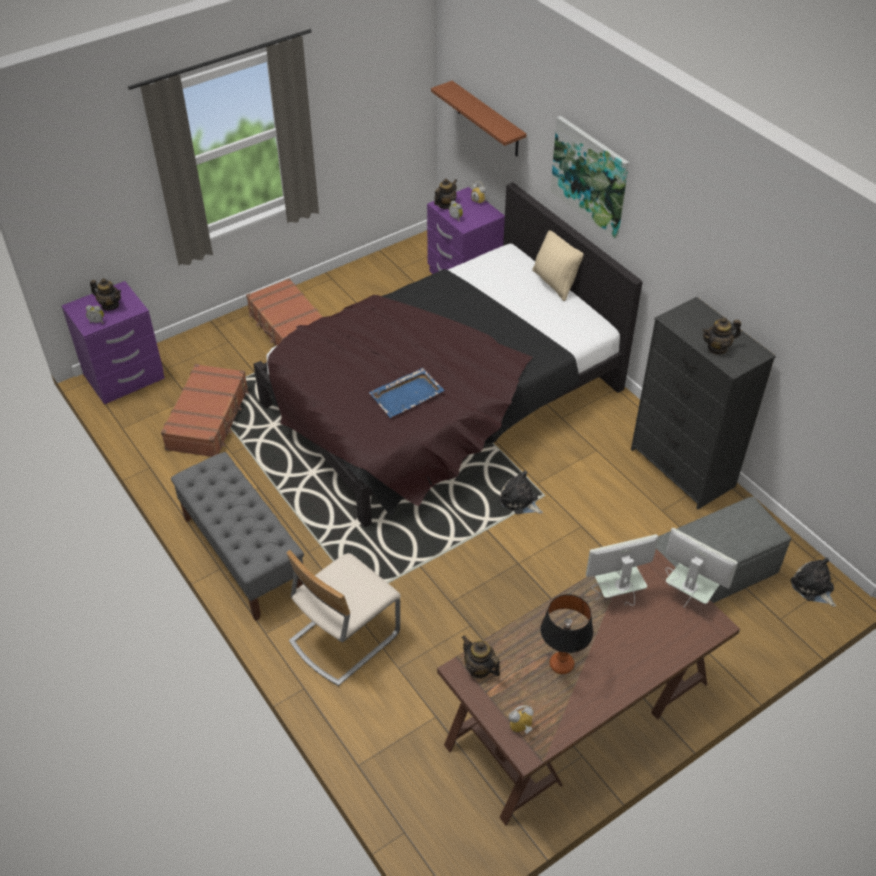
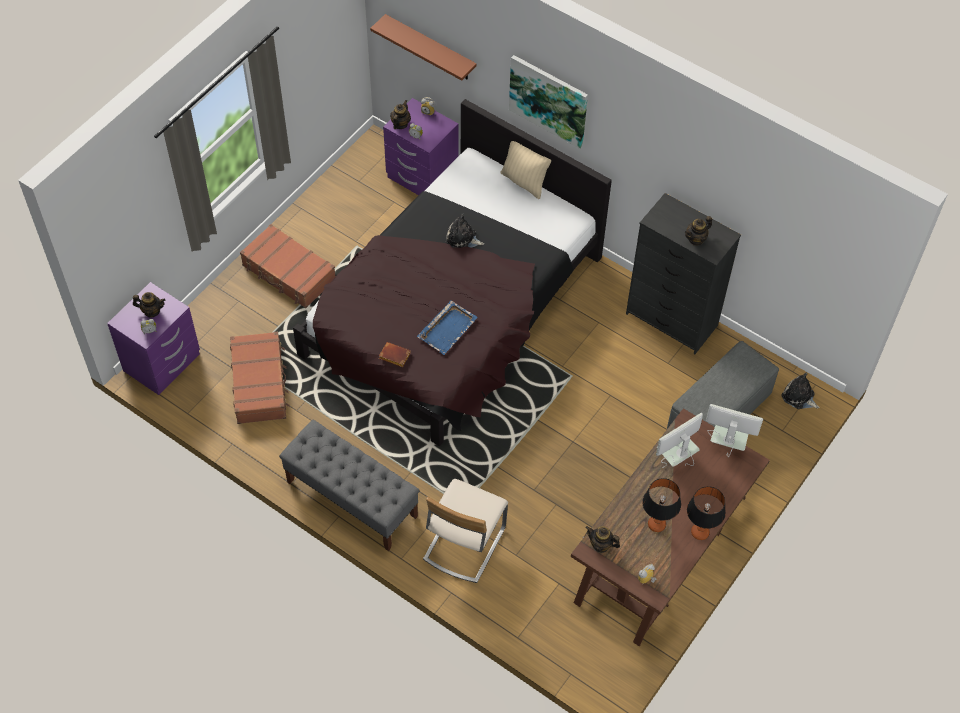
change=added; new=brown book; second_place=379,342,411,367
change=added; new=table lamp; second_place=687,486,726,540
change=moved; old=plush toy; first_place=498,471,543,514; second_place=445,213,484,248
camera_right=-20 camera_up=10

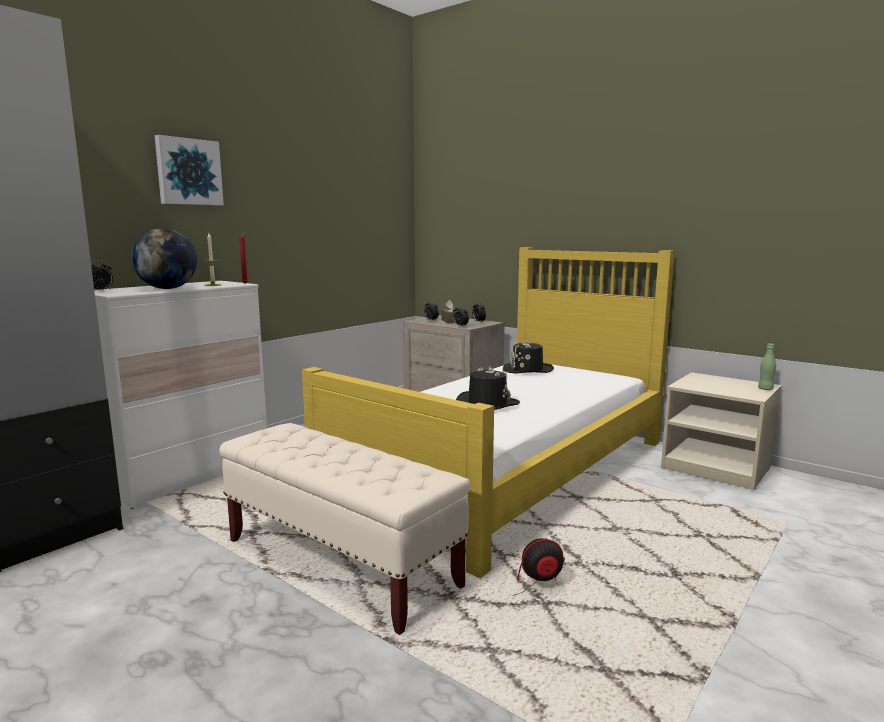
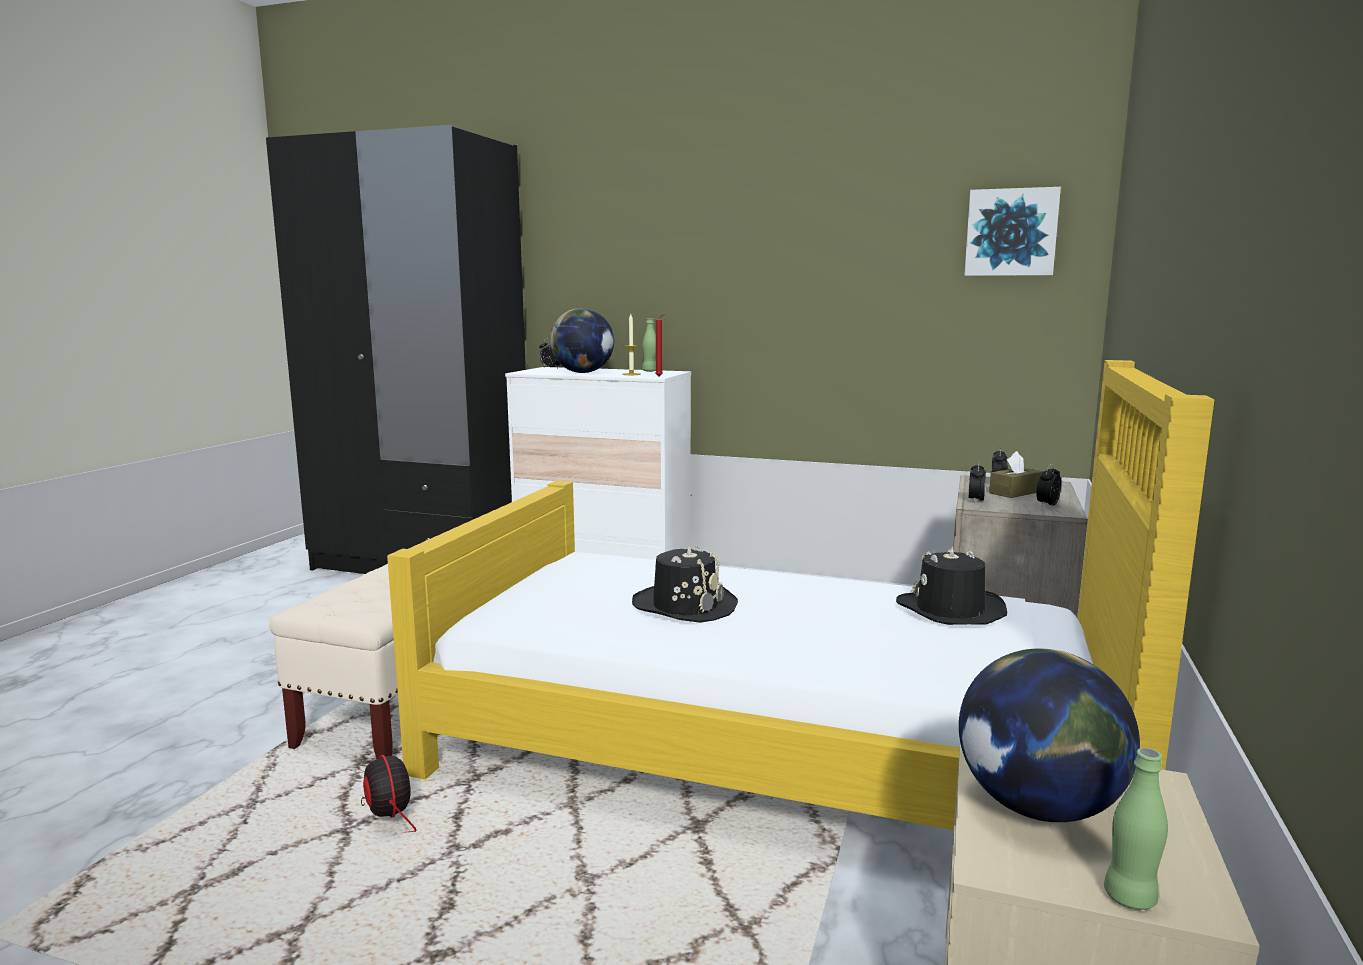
change=added; new=green bottle; second_place=642,318,656,372
change=added; new=globe; second_place=959,648,1140,822
change=moved; old=picture; first_place=155,135,224,206; second_place=964,187,1061,276
camera_right=70 camera_up=0

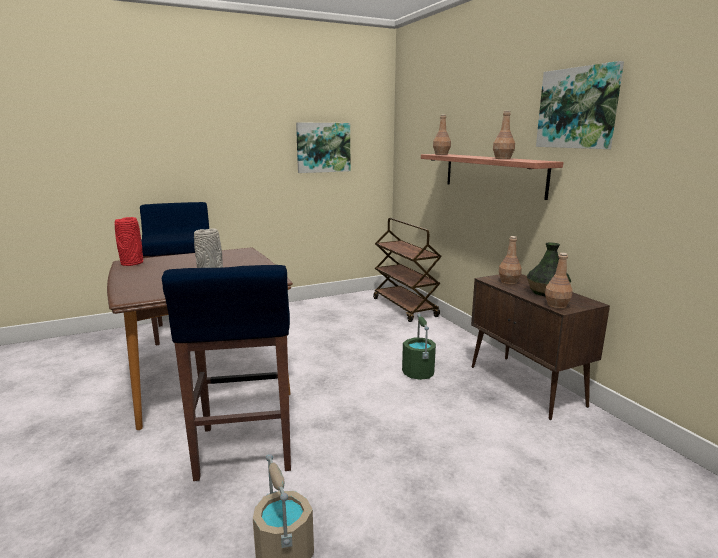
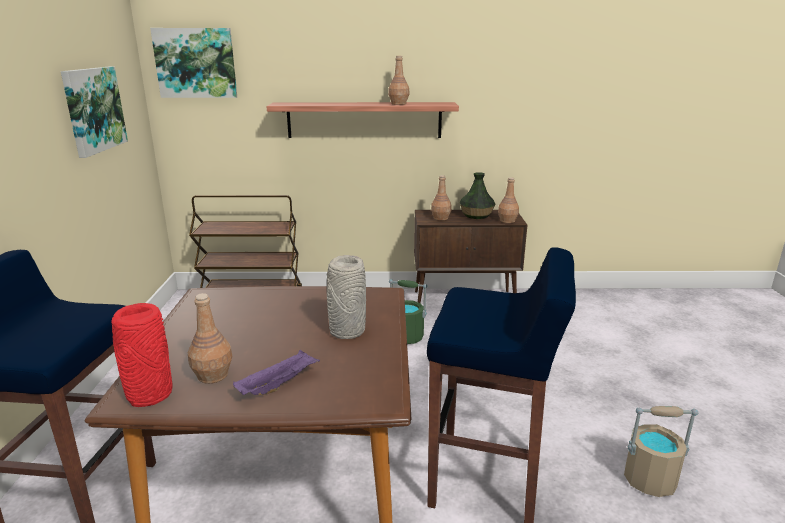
change=added; new=purple tray; second_place=233,350,320,395
change=moved; old=brown bottle; first_place=433,114,451,155; second_place=188,293,233,384
change=moved; old=picture; first_place=536,61,624,149; second_place=150,28,237,98
camera_right=-65 camera_up=5

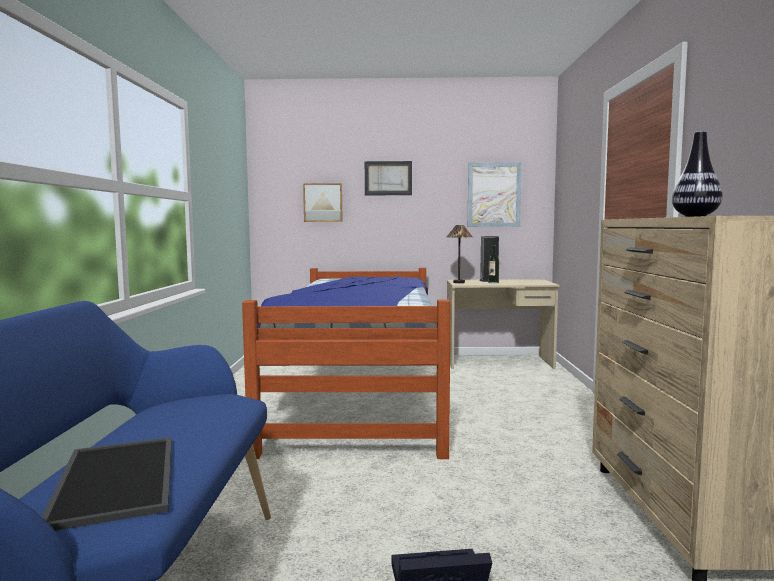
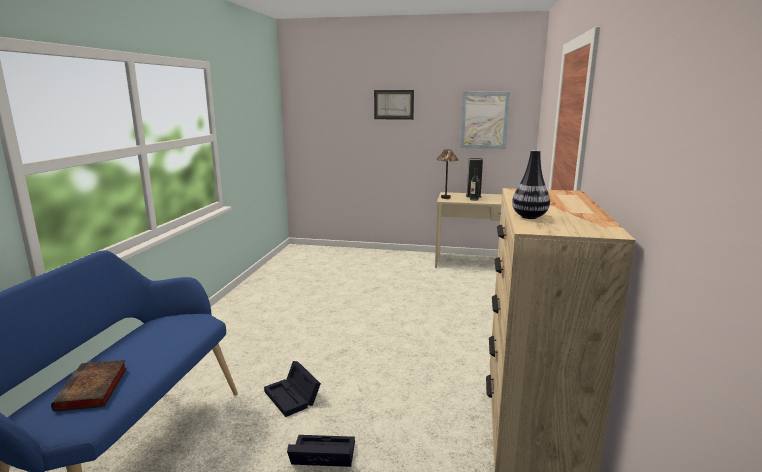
change=removed; old=bed; first_place=242,268,451,459
change=removed; old=picture; first_place=303,183,343,222
change=added; new=black storage box; second_place=264,361,321,417
change=replaced; old=tray; new=book; first_place=42,437,172,531; second_place=51,360,127,412
camera_right=10 camera_up=10

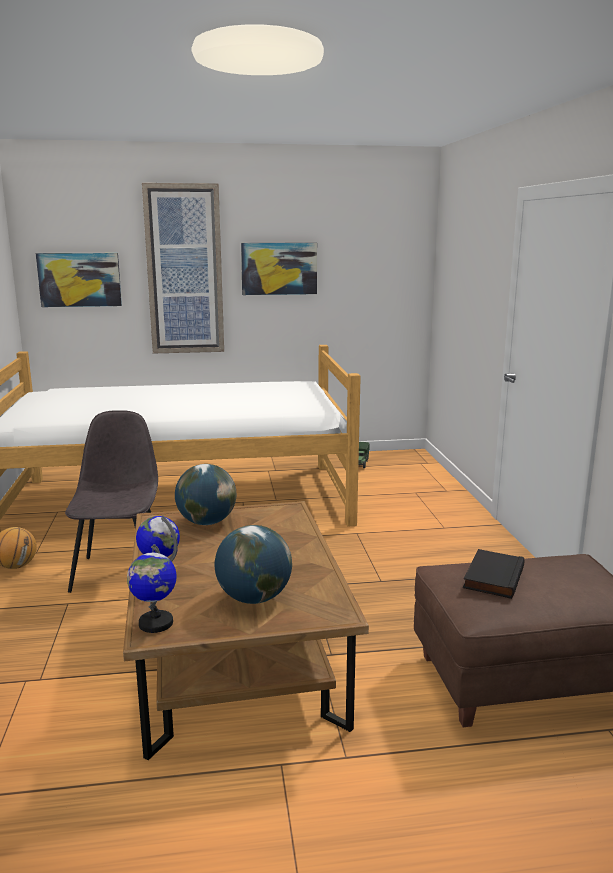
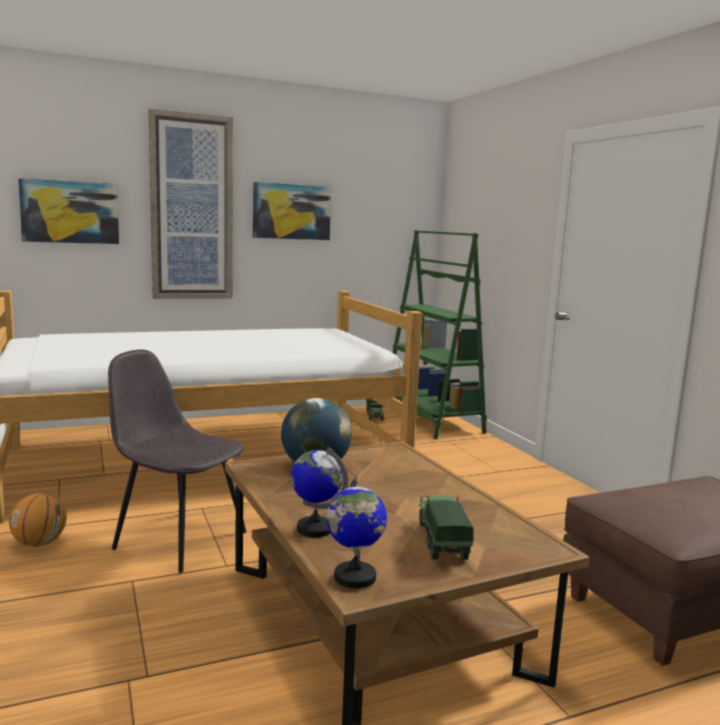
change=removed; old=black book; first_place=463,549,525,599
change=added; new=green bookcase; second_place=383,230,487,439
change=replaced; old=globe; new=toy truck; first_place=215,525,292,604; second_place=419,495,473,560
change=turned; old=grey chair; first_place=65,410,158,593; second_place=108,349,246,573; degrees=-45
camera_right=-15 camera_up=-5

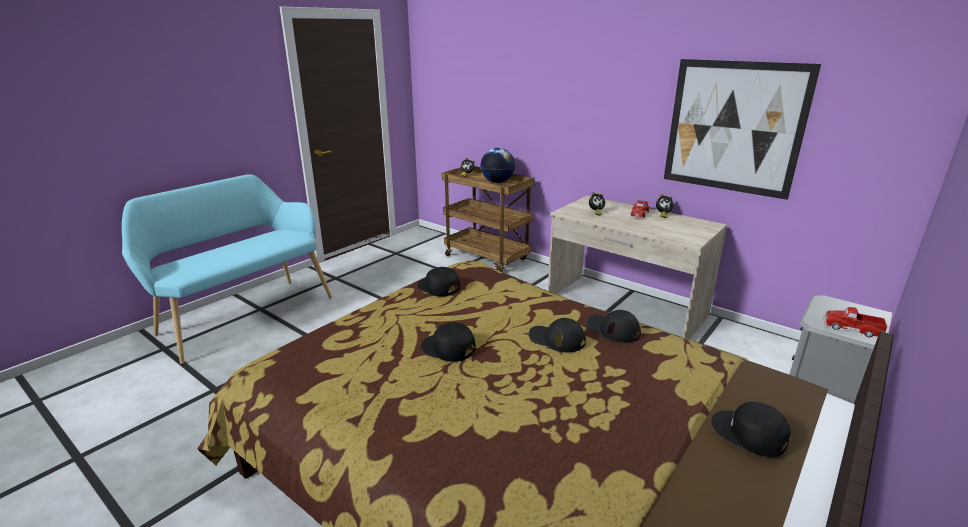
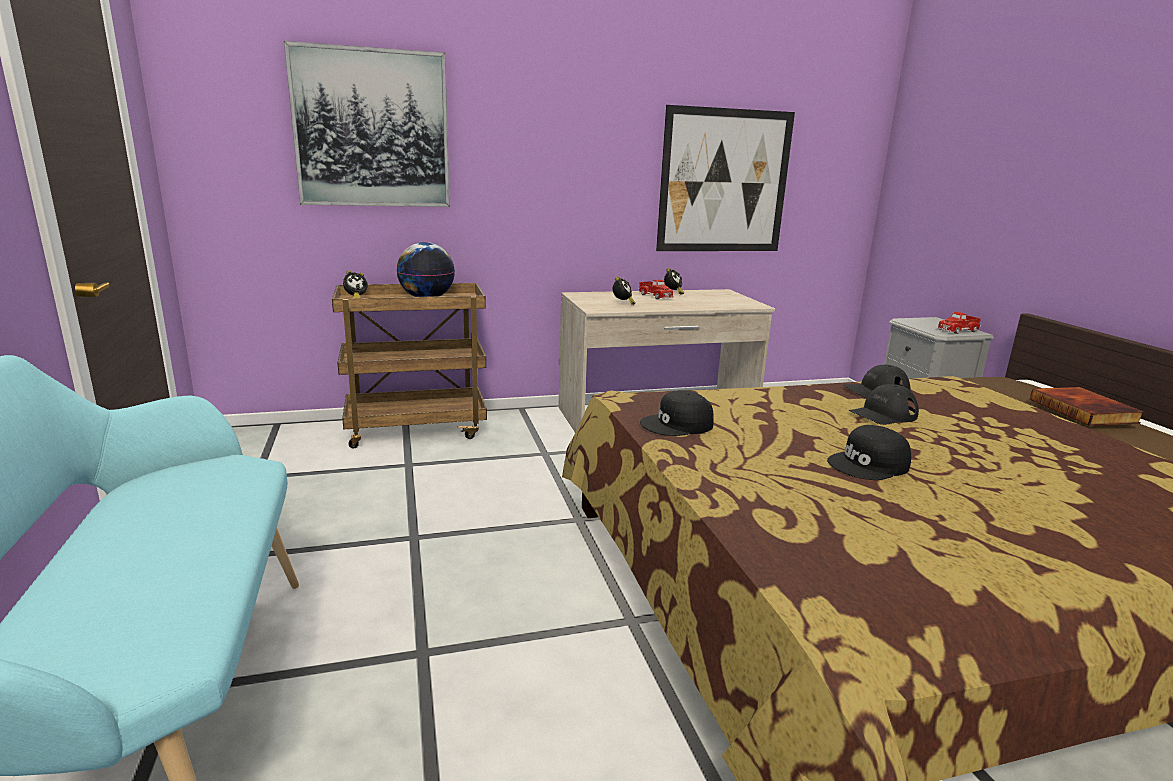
change=added; new=picture; second_place=284,41,450,207
change=replaced; old=black cap; new=book; first_place=711,402,791,457; second_place=1029,387,1144,426
camera_right=-55 camera_up=-5

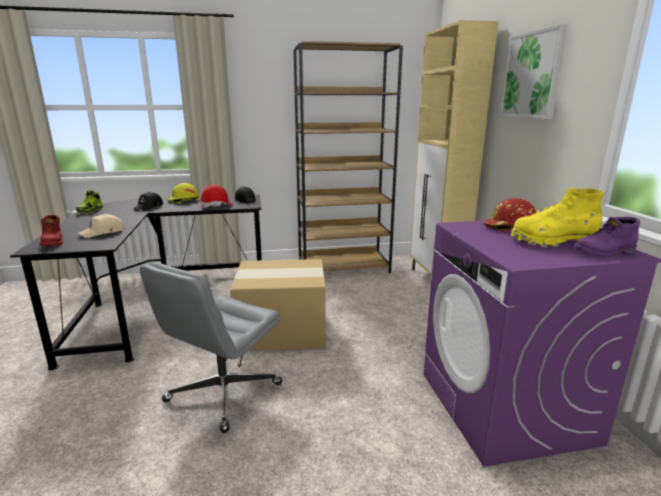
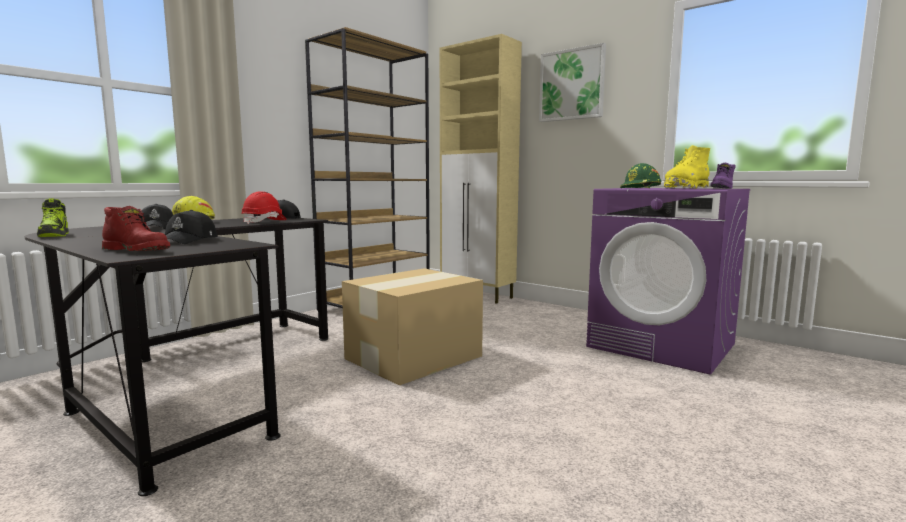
change=removed; old=grey office chair; first_place=140,262,282,433
change=recoloured; old=beige cap; new=black cap; first_place=78,214,125,238; second_place=165,210,217,244
change=recoloured; old=red hard hat; new=green hard hat; first_place=483,198,536,233; second_place=620,163,661,188
camera_right=-40 camera_up=-10

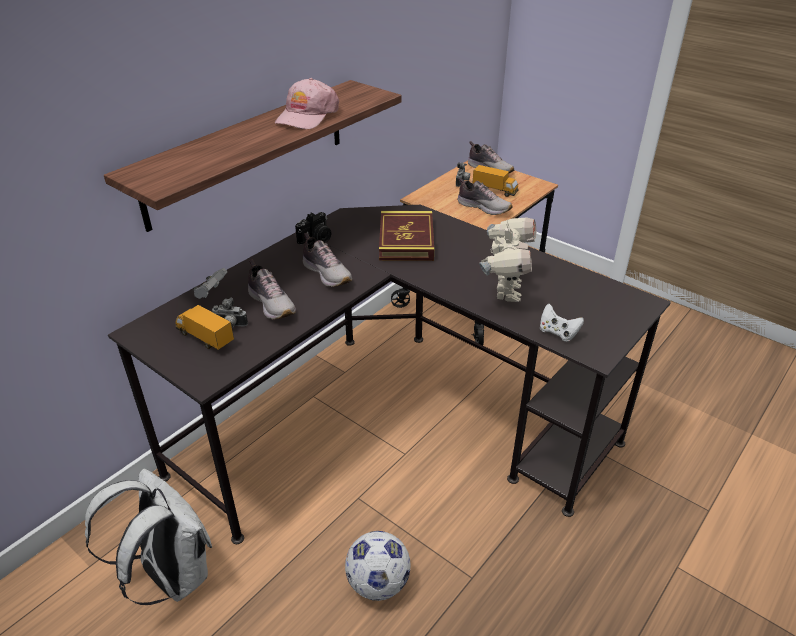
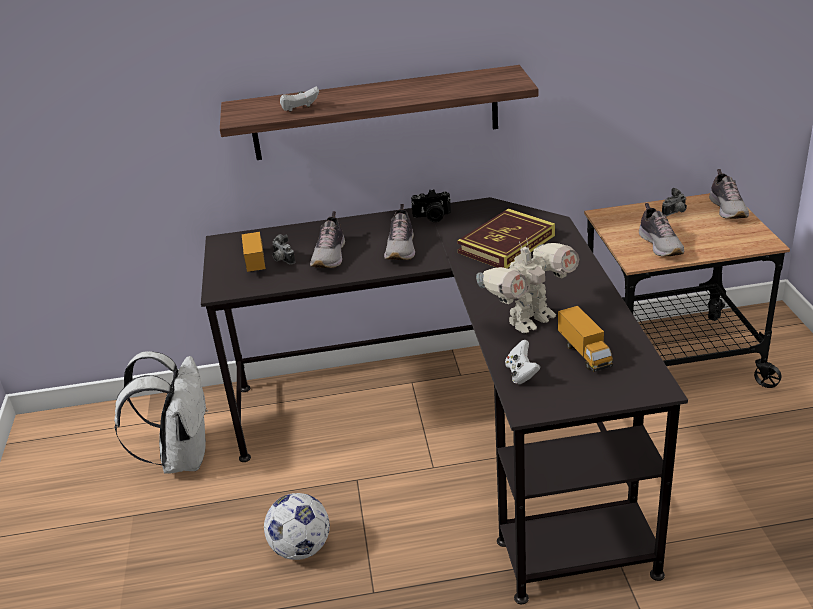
change=removed; old=pink cap; first_place=275,78,339,129
change=moved; old=white game controller; first_place=193,268,227,299; second_place=280,87,319,112
change=moved; old=toy truck; first_place=473,165,519,197; second_place=558,306,613,372
camera_right=45 camera_up=-5

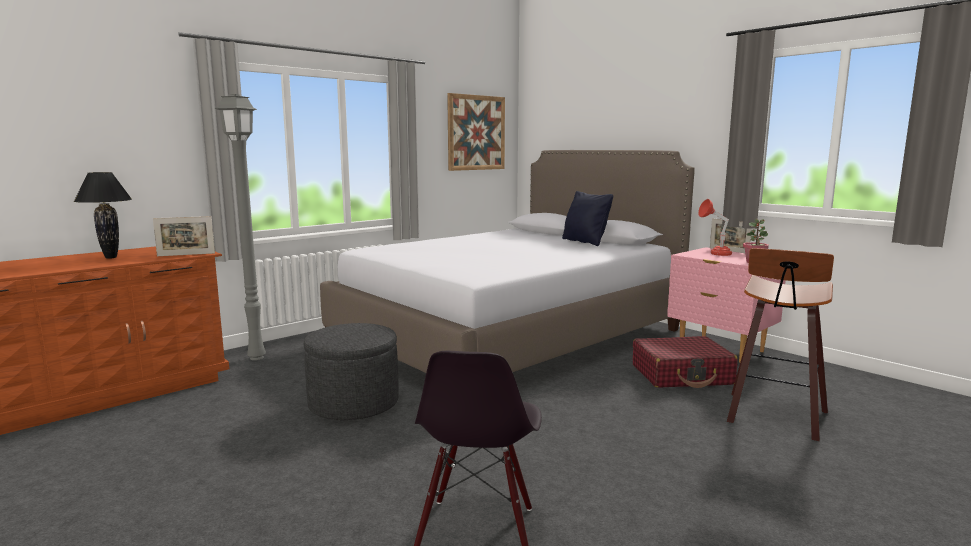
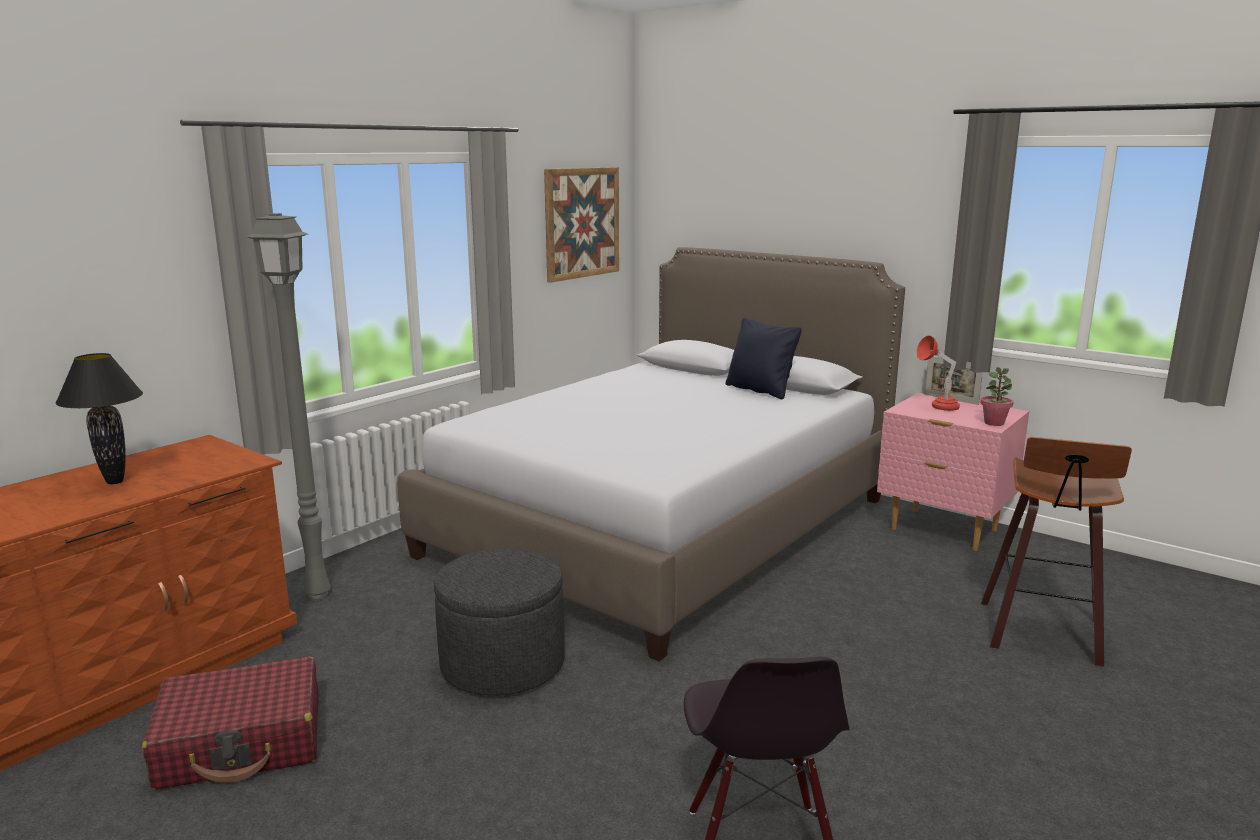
change=removed; old=picture frame; first_place=153,216,215,256
change=moved; old=red suitcase; first_place=633,336,738,388; second_place=142,657,319,790
camera_right=-10 camera_up=5

